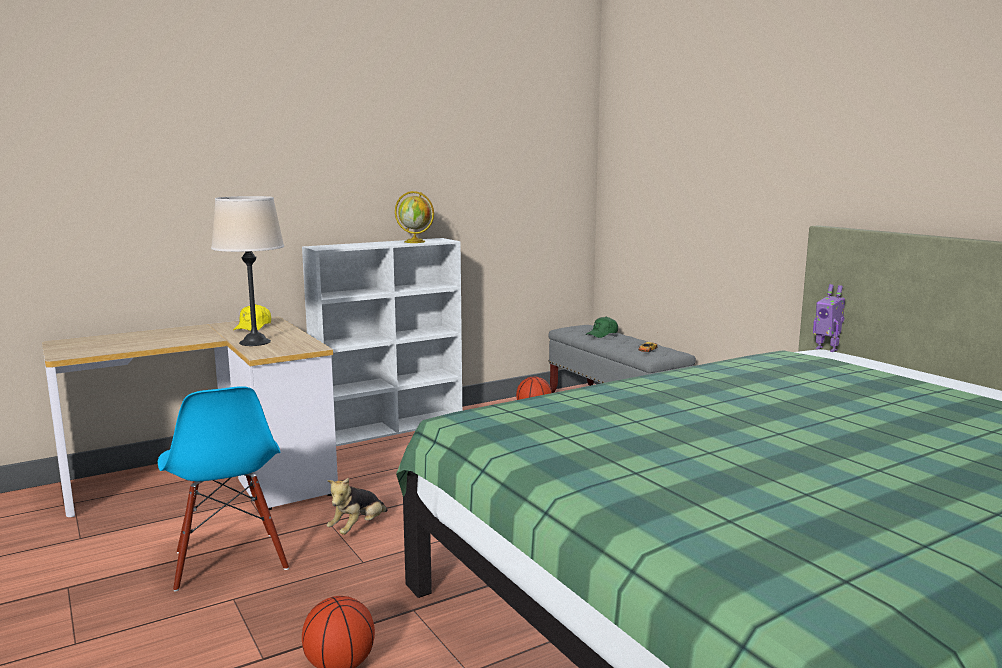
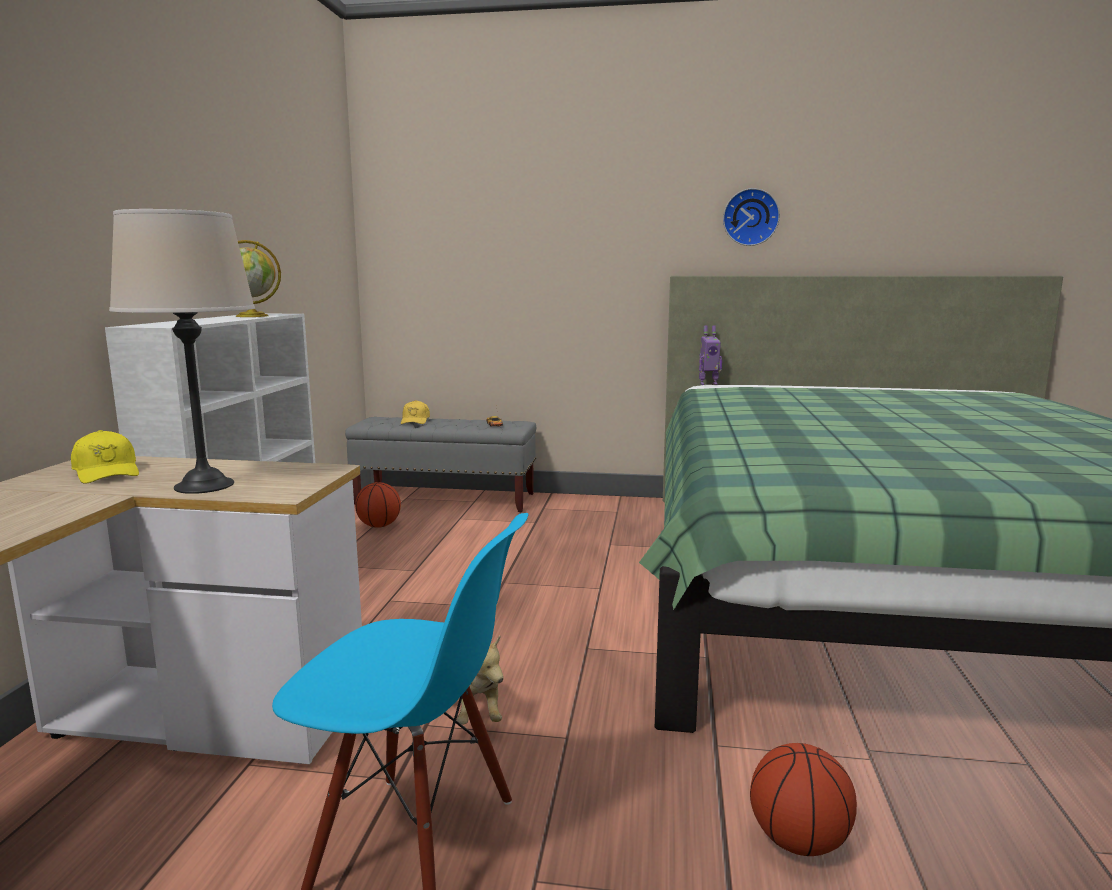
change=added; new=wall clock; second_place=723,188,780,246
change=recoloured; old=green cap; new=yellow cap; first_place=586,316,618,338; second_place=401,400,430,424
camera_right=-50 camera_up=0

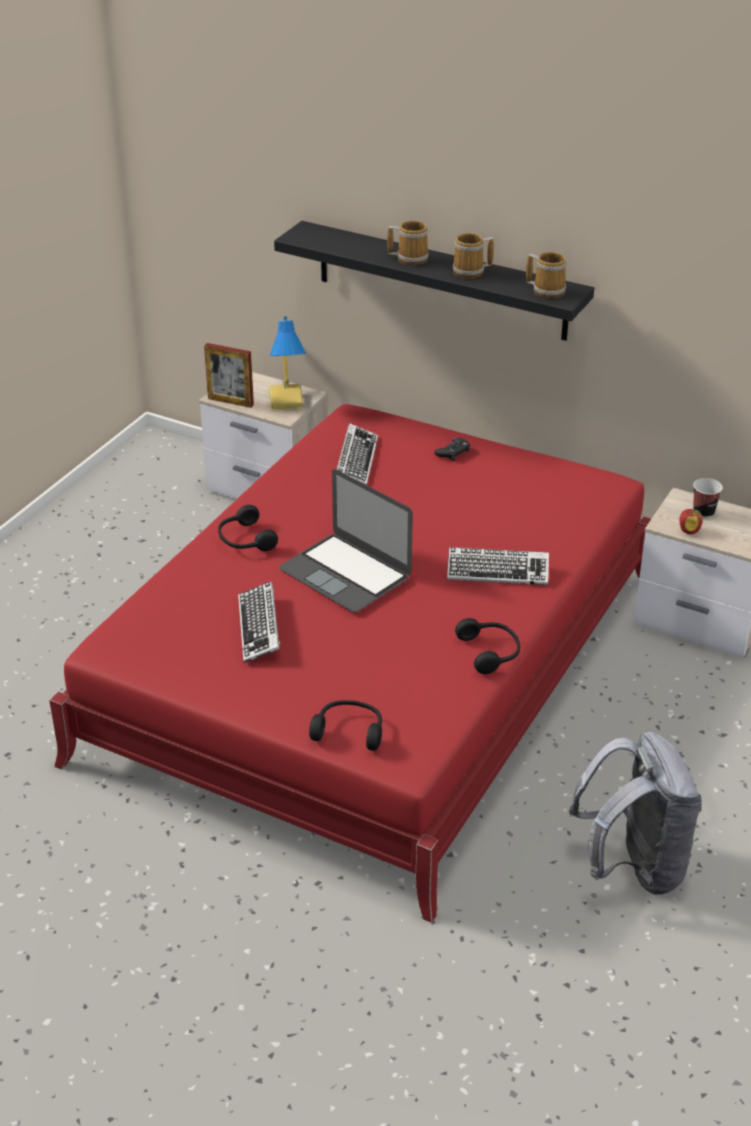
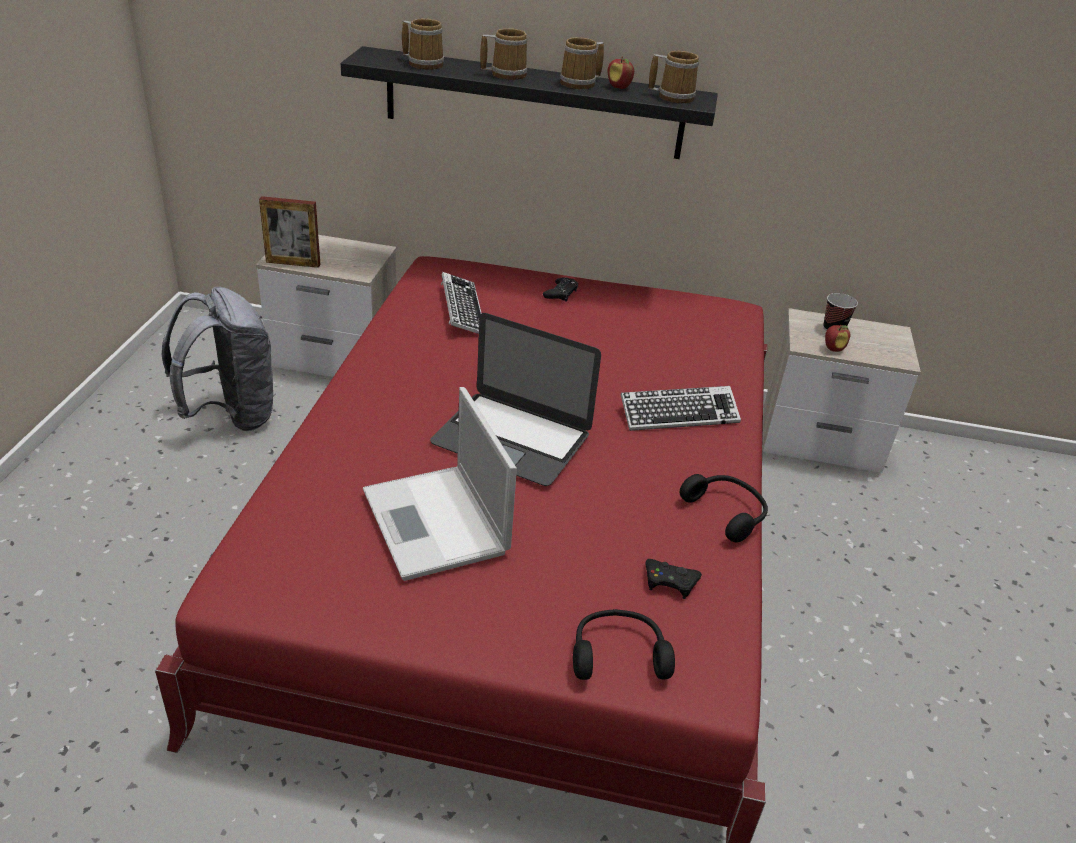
change=removed; old=black headphones; first_place=218,505,278,551
change=removed; old=table lamp; first_place=269,316,306,411
change=added; new=mug; second_place=402,18,444,70
change=added; new=apple; second_place=608,56,634,89
change=added; new=black game controller; second_place=645,559,702,599
change=moved; old=grey backpack; first_place=569,730,702,895; second_place=161,287,276,431
change=replaced; old=keyboard; new=laptop; first_place=238,582,280,663; second_place=363,387,517,581
camera_right=-20 camera_up=0

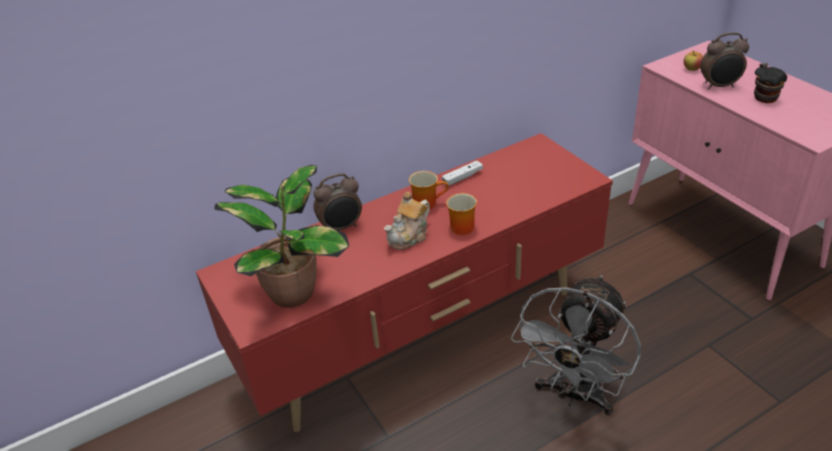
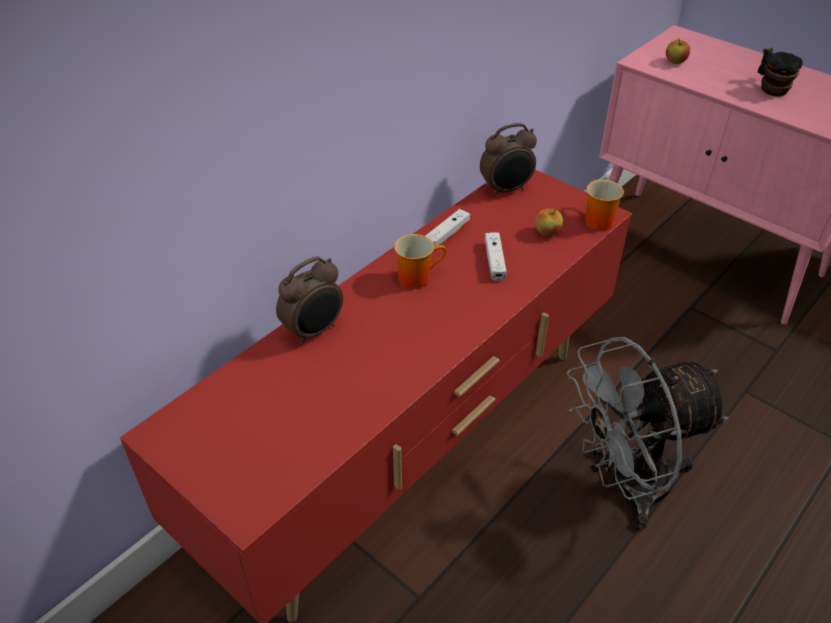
change=removed; old=potted plant; first_place=215,165,349,308
change=removed; old=teapot; first_place=384,192,430,250
change=added; new=white game controller; second_place=485,232,507,281
change=added; new=apple; second_place=535,208,563,236
change=moved; old=mug; first_place=446,193,477,235; second_place=585,180,624,230
change=moved; old=alarm clock; first_place=700,32,749,90; second_place=480,123,537,197
change=turned; old=grey fan; first_place=511,275,641,415; second_place=567,337,729,530; degrees=60
camera_right=-20 camera_up=5

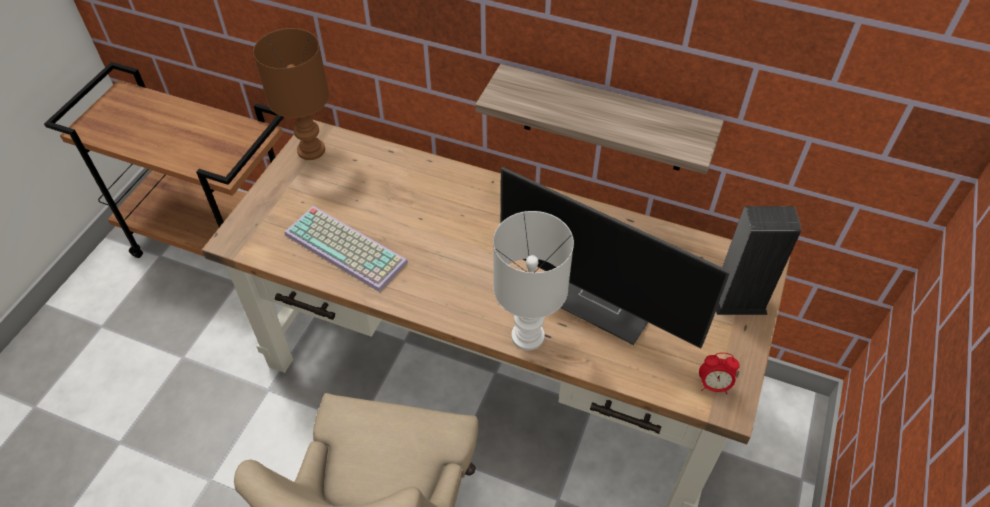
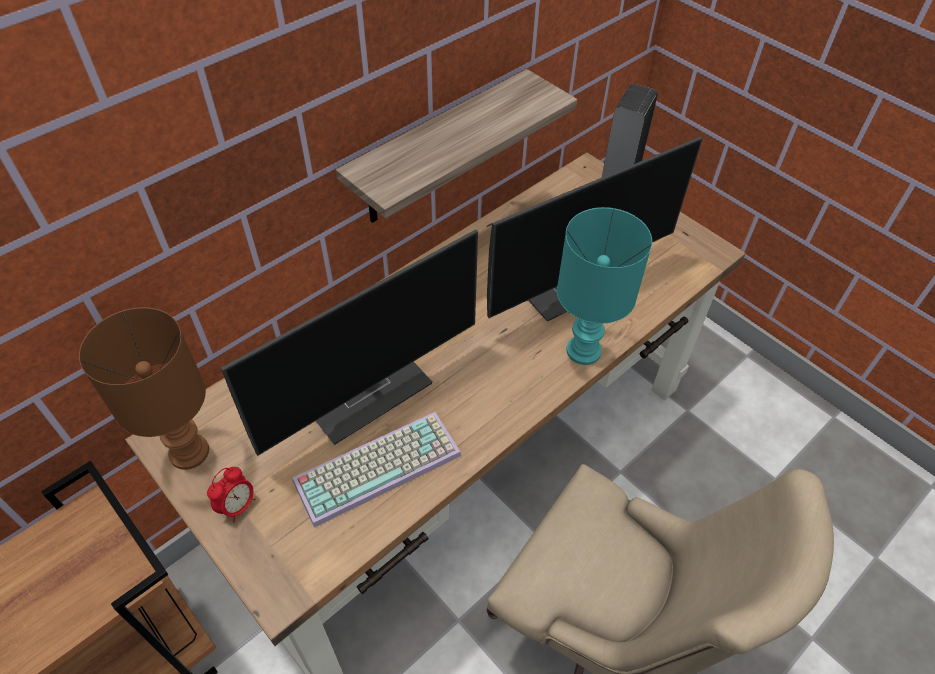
change=added; new=monitor; second_place=221,229,478,456
change=moved; old=alarm clock; first_place=699,353,740,394; second_place=207,467,256,522
change=recoloured; old=white table lamp; new=turquoise table lamp; first_place=493,211,574,350; second_place=557,207,652,365
camera_right=-65 camera_up=0

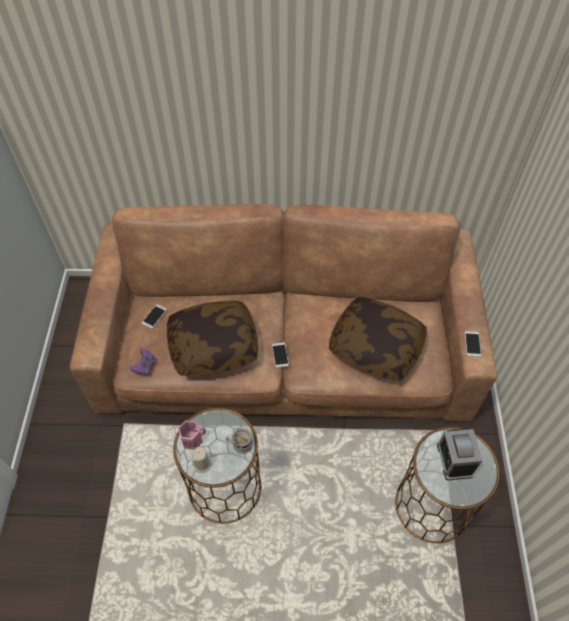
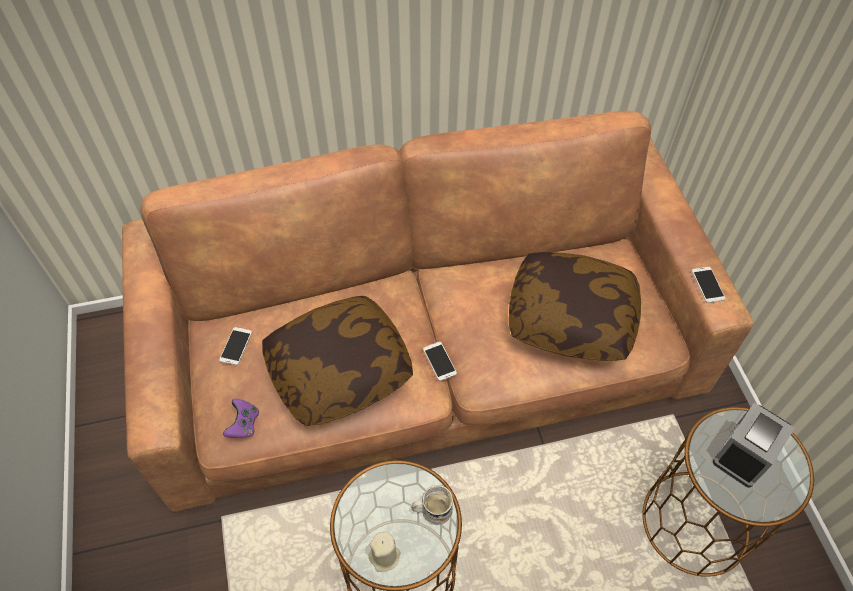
change=removed; old=pink mug; first_place=178,420,206,450
change=turned; old=alarm clock; first_place=437,428,482,480; second_place=713,403,795,488; degrees=60
camera_right=-15 camera_up=0

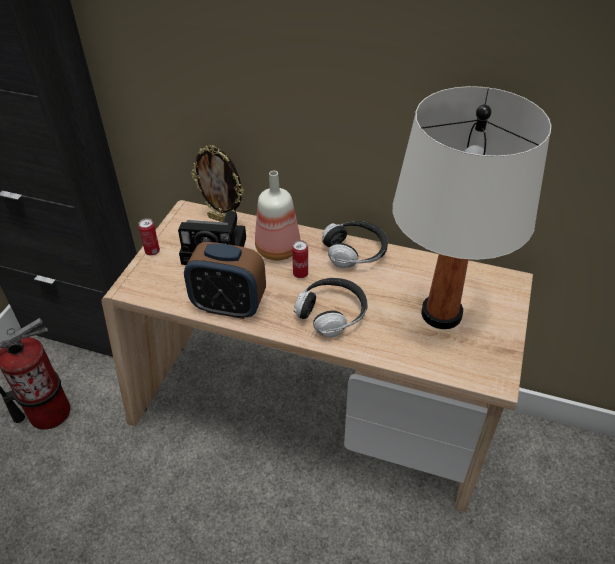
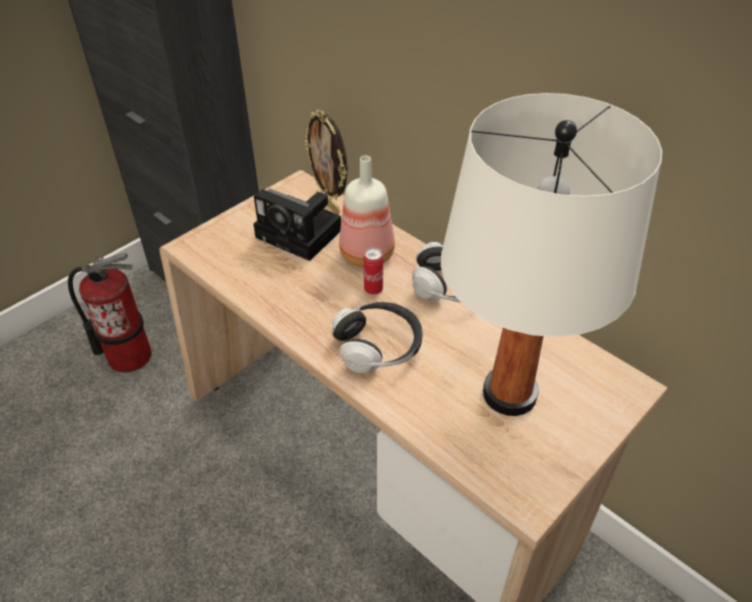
change=removed; old=can; first_place=139,218,160,256
change=removed; old=alarm clock; first_place=184,242,266,319
camera_right=25 camera_up=0

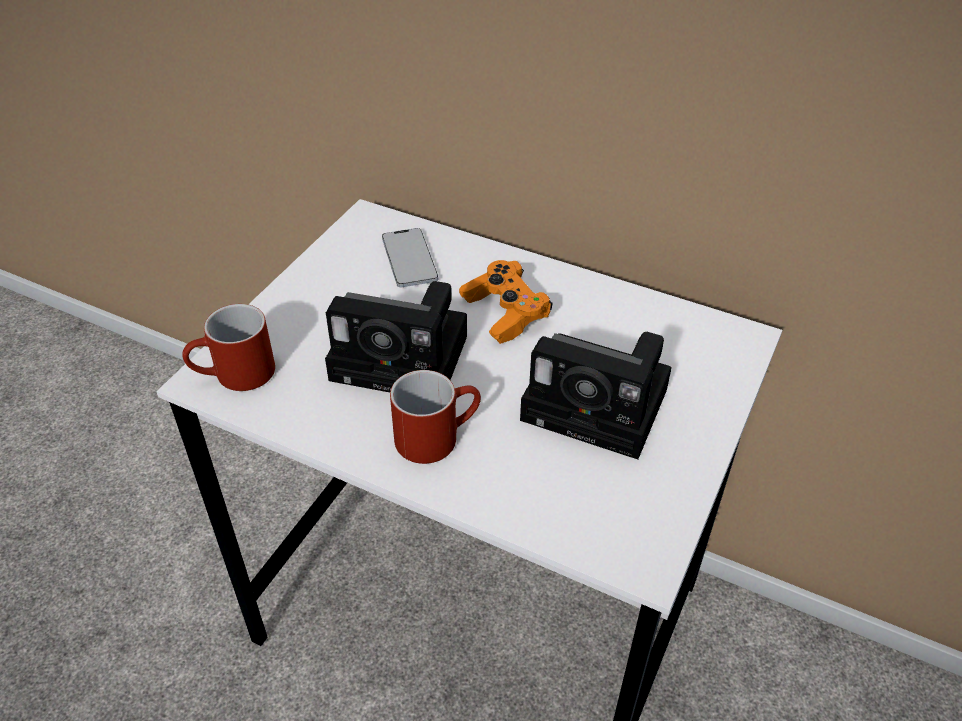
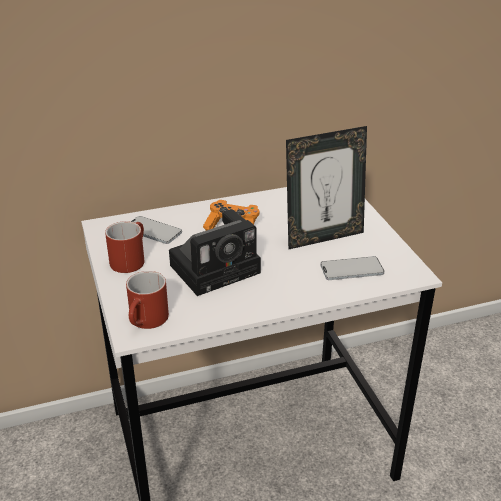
change=added; new=phone; second_place=320,256,384,280
change=moved; old=red mug; first_place=390,370,481,464; second_place=105,221,144,273
change=replaced; old=photo camera; new=picture frame; first_place=520,332,672,459; second_place=286,126,367,250
camera_right=-45 camera_up=-10

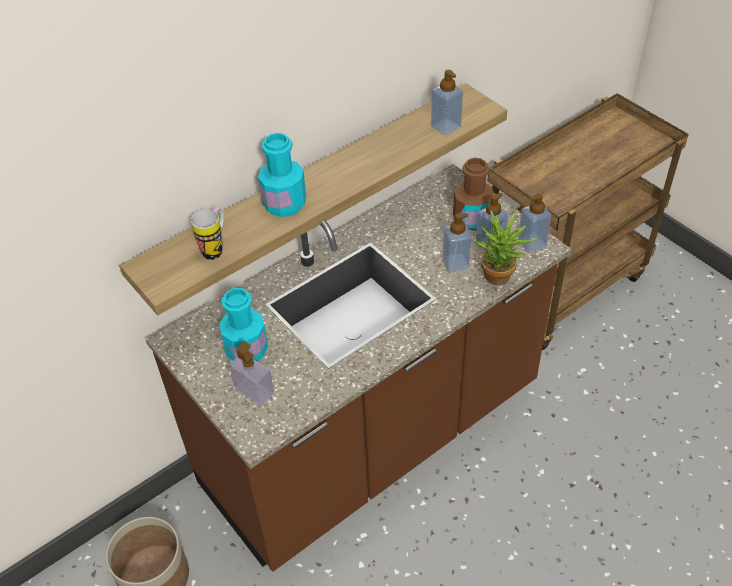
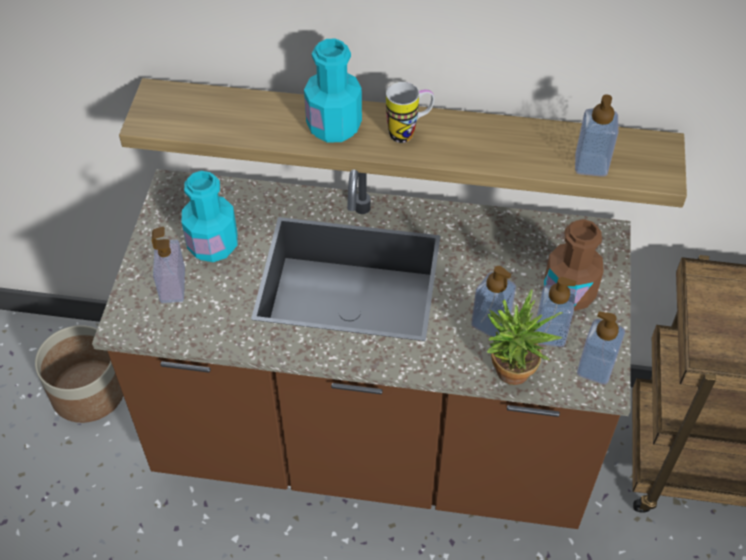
change=moved; old=mug; first_place=191,207,224,260; second_place=386,82,434,143
camera_right=45 camera_up=5

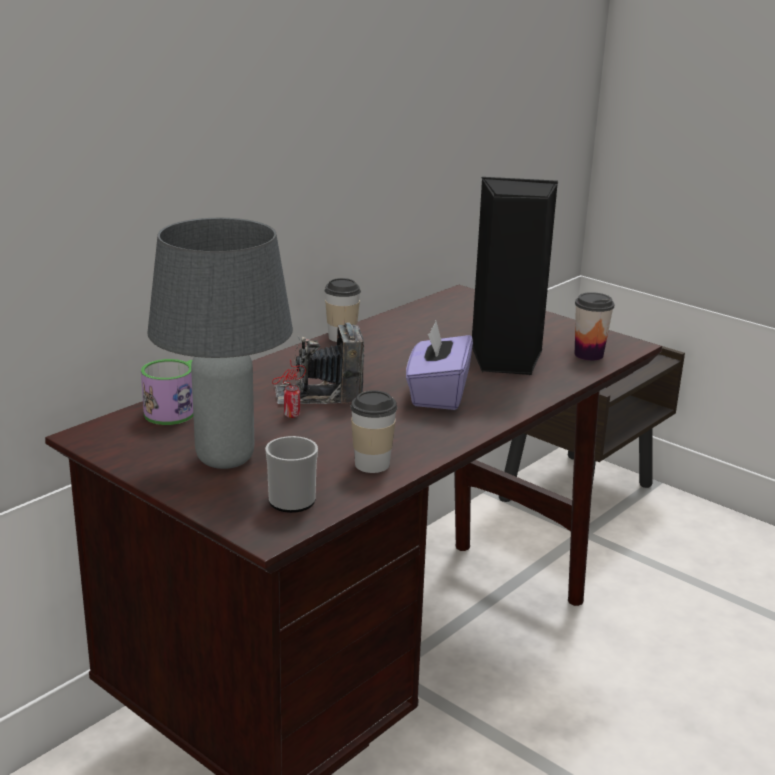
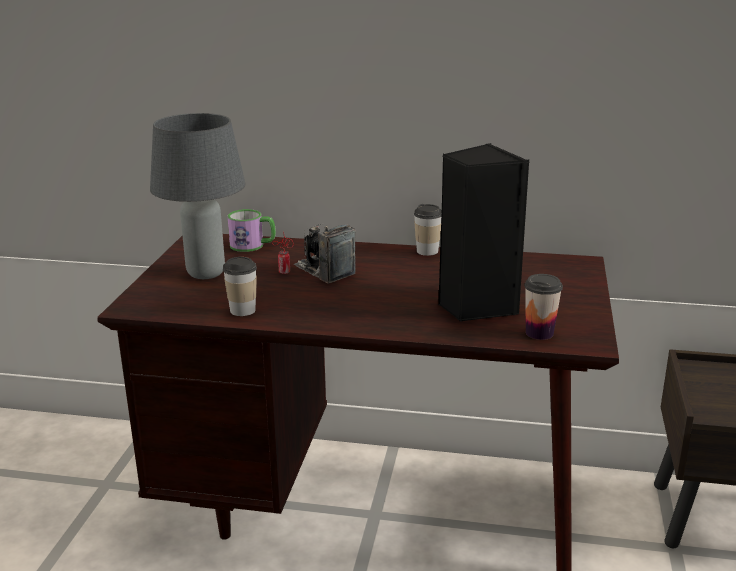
change=removed; old=mug; first_place=265,436,318,513
change=removed; old=purple tissue box; first_place=406,321,473,410
camera_right=60 camera_up=0

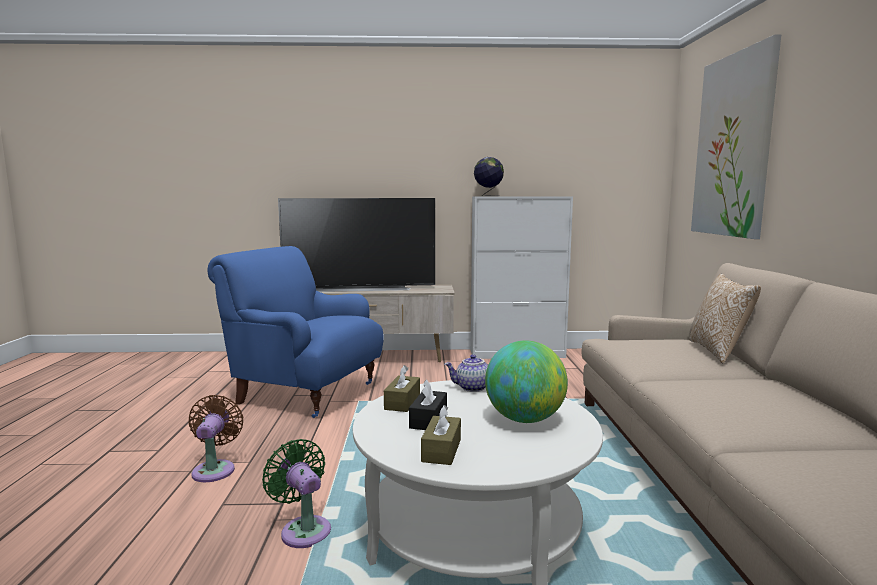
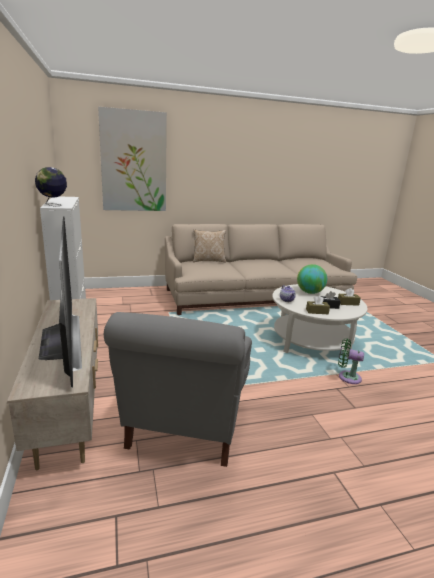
change=removed; old=brown fan; first_place=188,395,243,482
change=recoloured; old=blue armchair; new=grey armchair; first_place=208,246,384,418; second_place=104,312,252,467
change=turned; old=green fan; first_place=262,439,331,548; second_place=338,339,364,384; degrees=75
camera_right=-105 camera_up=10

